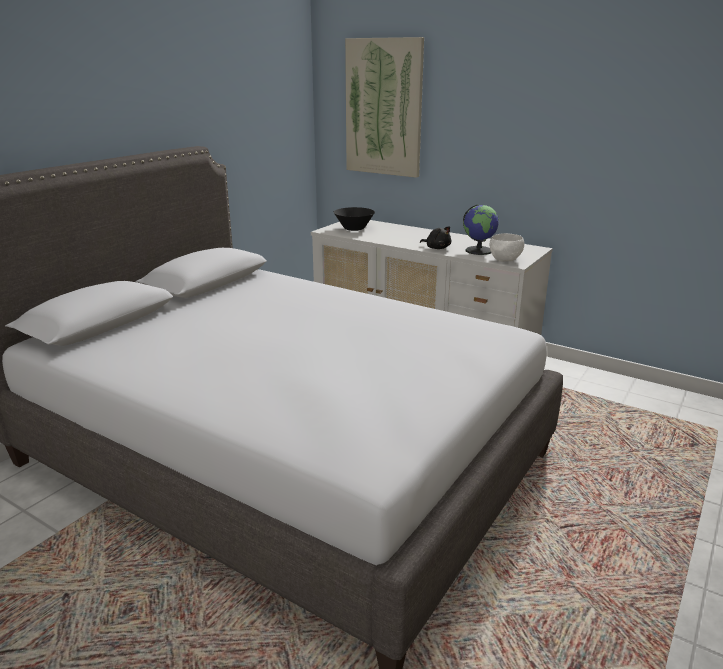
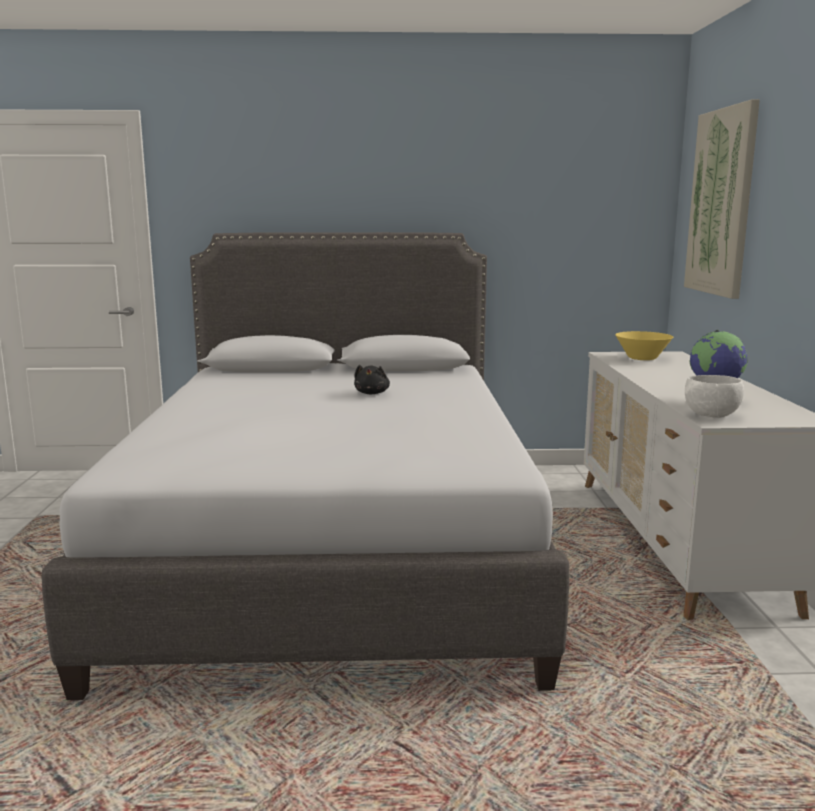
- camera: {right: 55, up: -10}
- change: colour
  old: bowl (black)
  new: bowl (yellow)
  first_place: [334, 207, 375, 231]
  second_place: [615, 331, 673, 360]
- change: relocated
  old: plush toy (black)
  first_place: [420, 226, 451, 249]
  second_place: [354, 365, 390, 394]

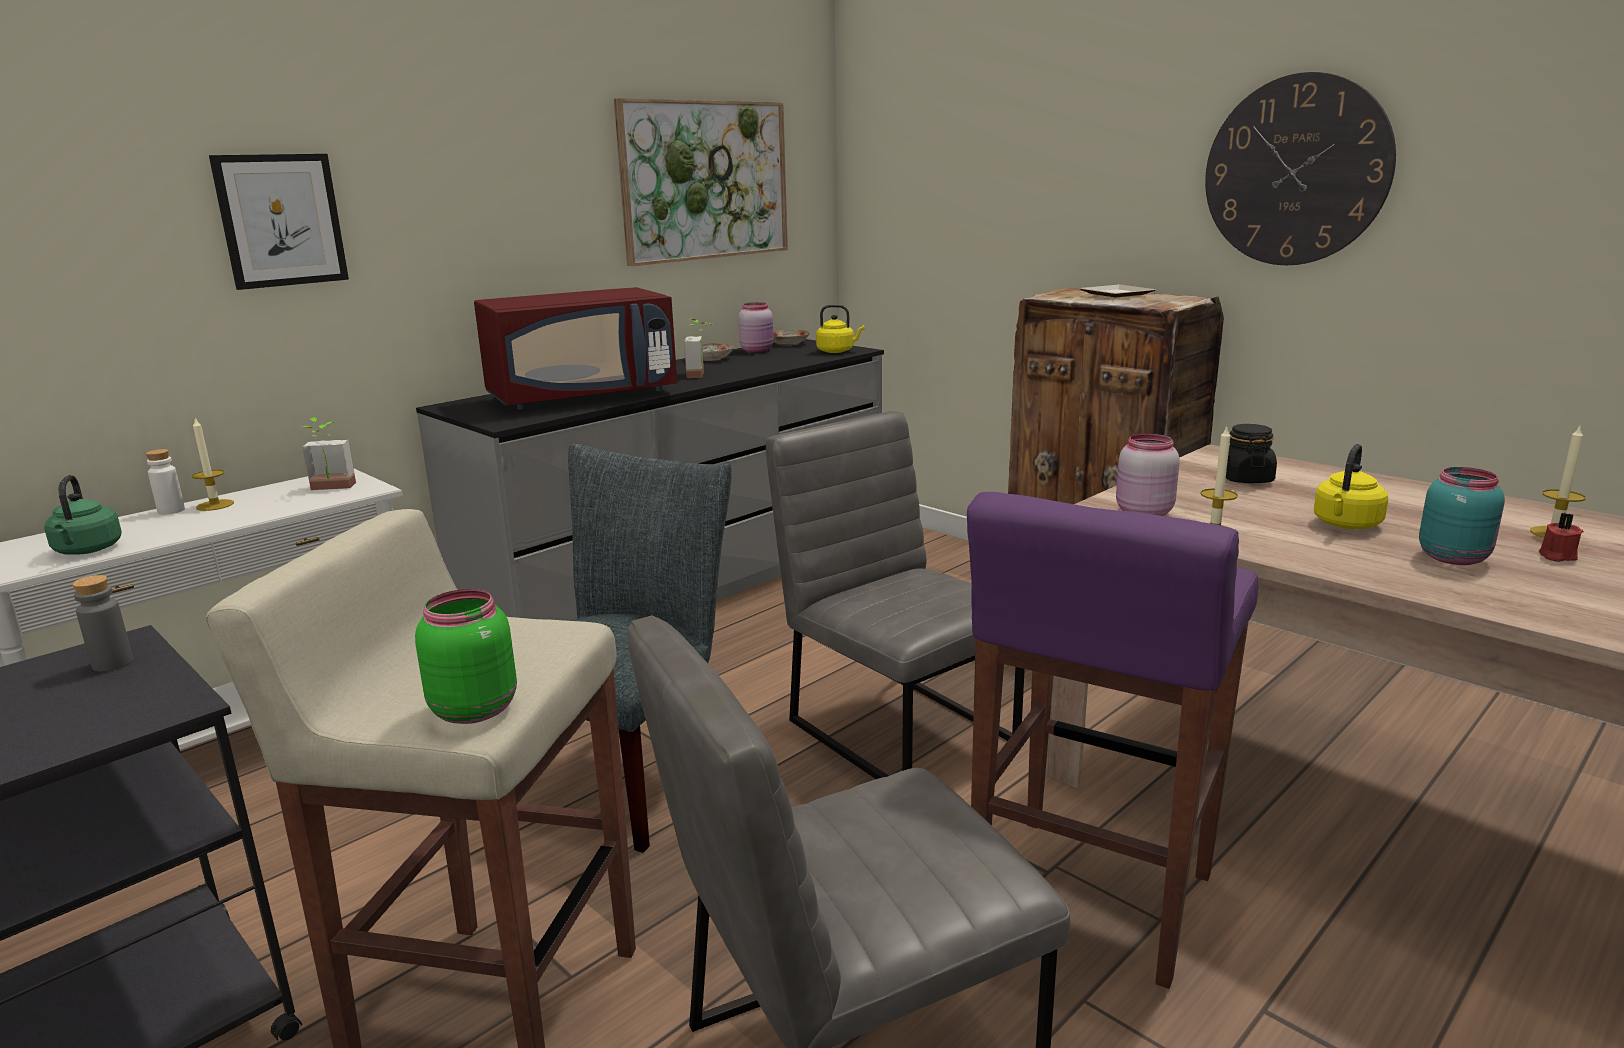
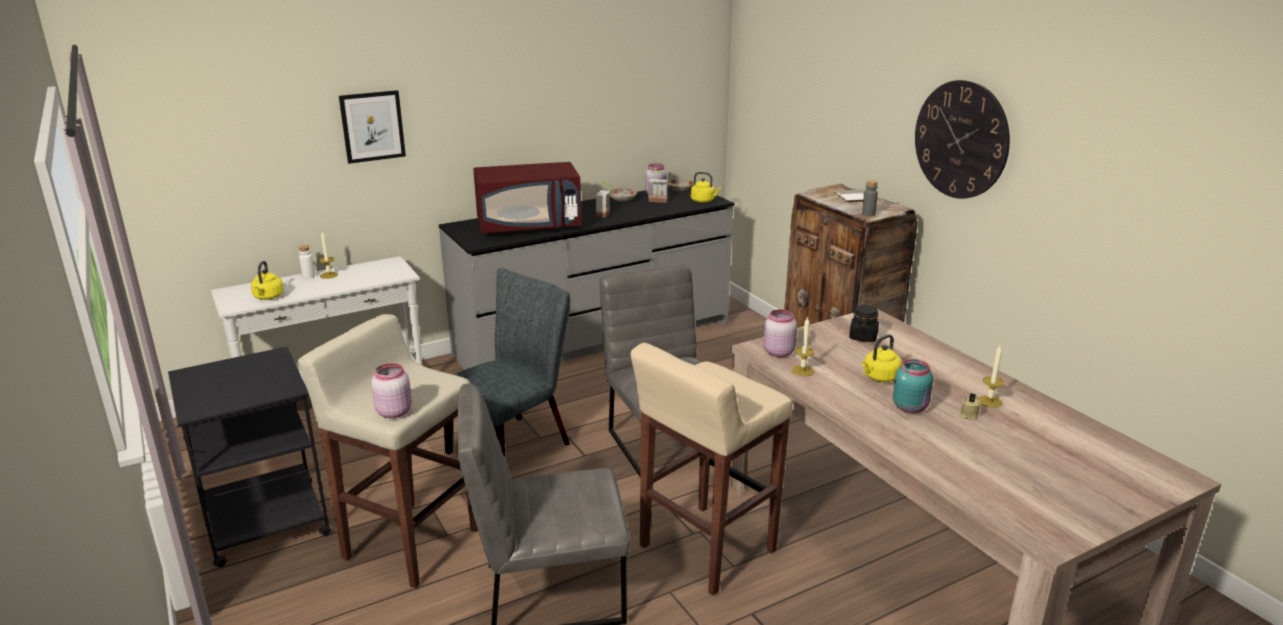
- camera: {right: 15, up: 5}
- change: colour
  old: kettle (green)
  new: kettle (yellow)
  first_place: [44, 475, 122, 555]
  second_place: [251, 261, 284, 300]
- change: relocated
  old: bottle (grey)
  first_place: [72, 575, 133, 672]
  second_place: [862, 180, 878, 216]
- change: relocated
  old: potted plant
  first_place: [302, 418, 356, 490]
  second_place: [649, 168, 668, 203]
- change: colour
  old: jar (green)
  new: jar (pink)
  first_place: [415, 589, 517, 724]
  second_place: [371, 363, 412, 418]
- change: missing
  old: picture
  first_place: [614, 98, 788, 266]
- change: colour
  old: stool (purple)
  new: stool (beige)
  first_place: [967, 492, 1258, 989]
  second_place: [631, 343, 793, 596]
- change: colour
  old: candle (red)
  new: candle (beige)
  first_place: [1538, 513, 1584, 562]
  second_place: [960, 394, 981, 420]

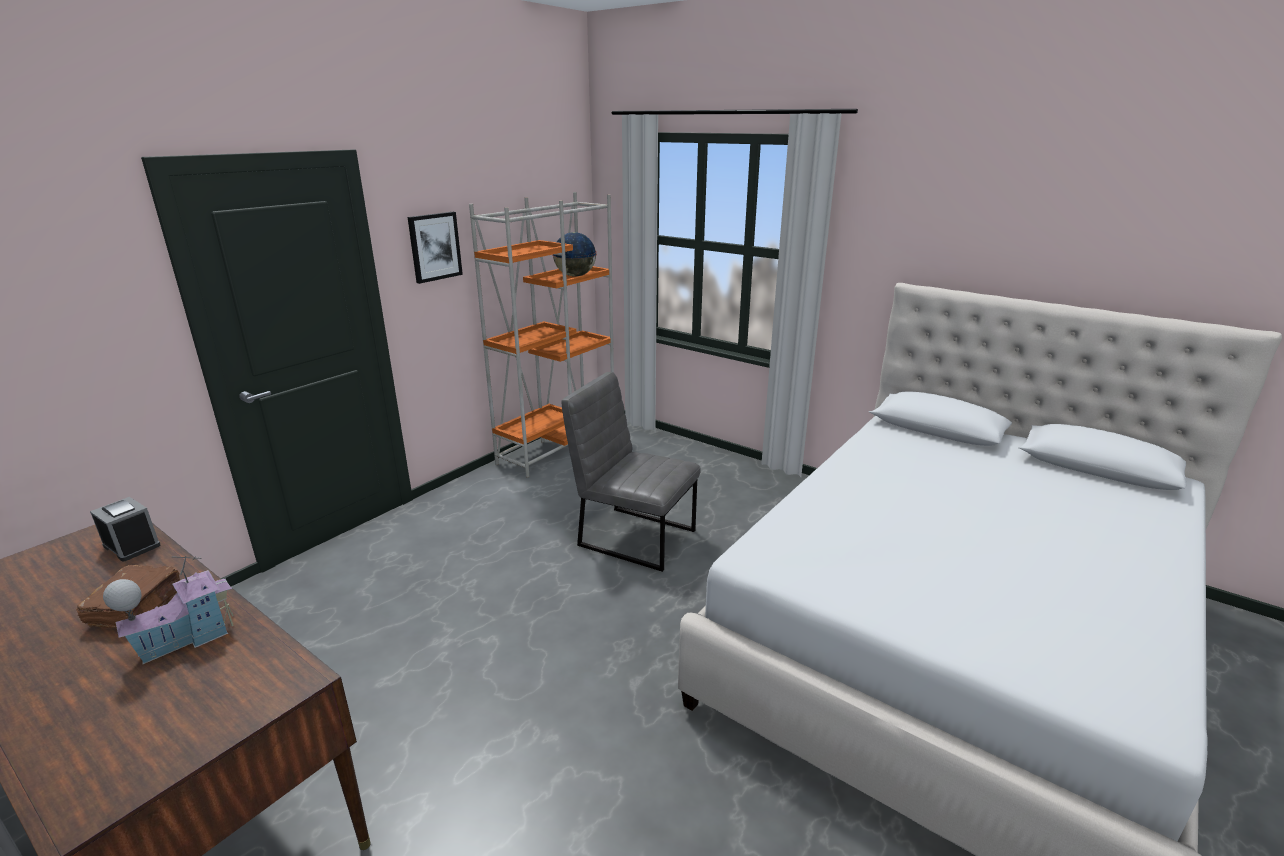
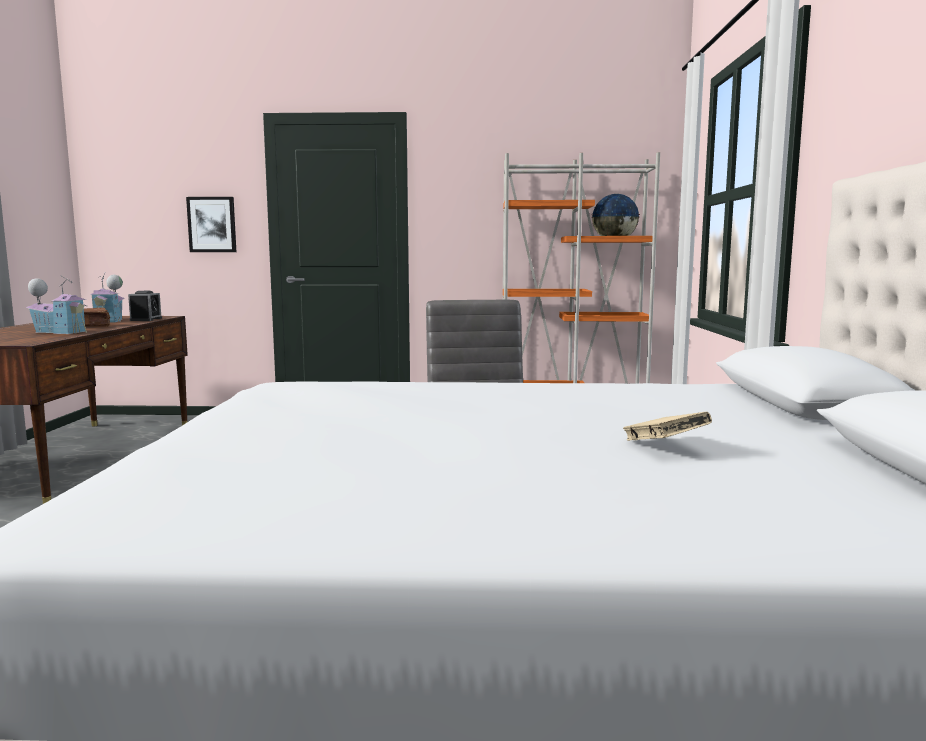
- camera: {right: 55, up: -15}
- change: relocated
  old: picture
  first_place: [408, 212, 463, 284]
  second_place: [186, 197, 236, 252]
- change: appeared
  new: toy house
  second_place: [90, 273, 125, 323]
- change: appeared
  new: book (beige)
  second_place: [623, 412, 712, 441]

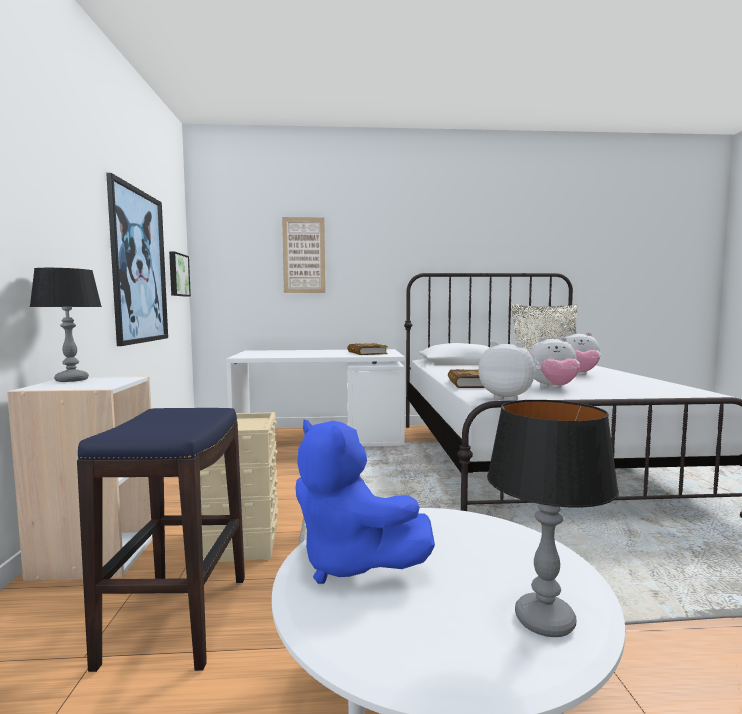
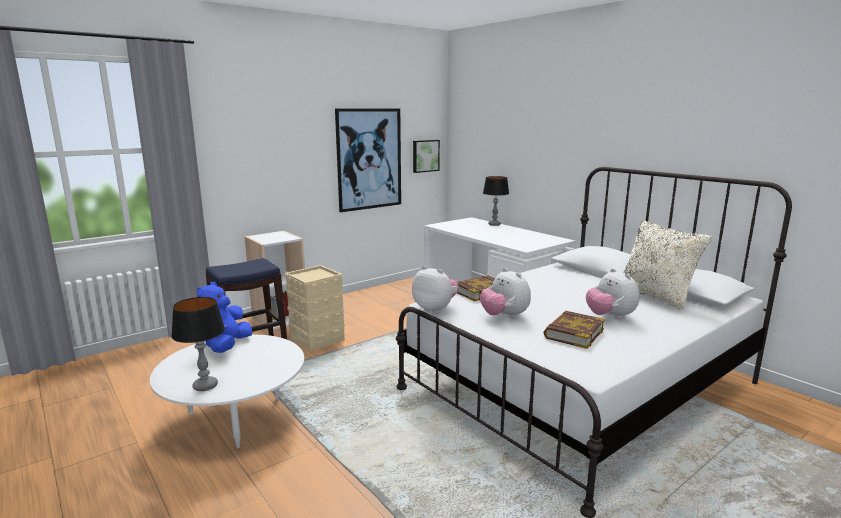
- camera: {right: 55, up: 10}
- change: relocated
  old: table lamp
  first_place: [29, 268, 102, 382]
  second_place: [483, 176, 509, 226]
- change: missing
  old: picture
  first_place: [282, 217, 325, 293]
- change: relocated
  old: book
  first_place: [347, 343, 388, 355]
  second_place: [544, 311, 605, 349]
- change: spun
  old: plush toy
  first_place: [478, 341, 535, 401]
  second_place: [412, 265, 459, 314]
  degrees: -45

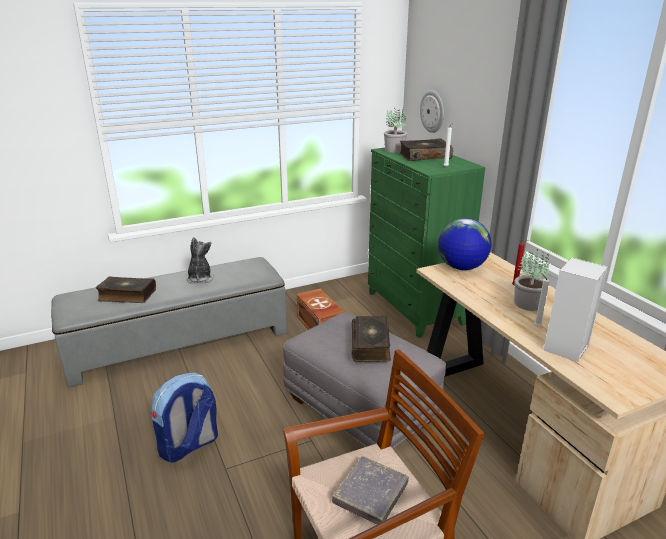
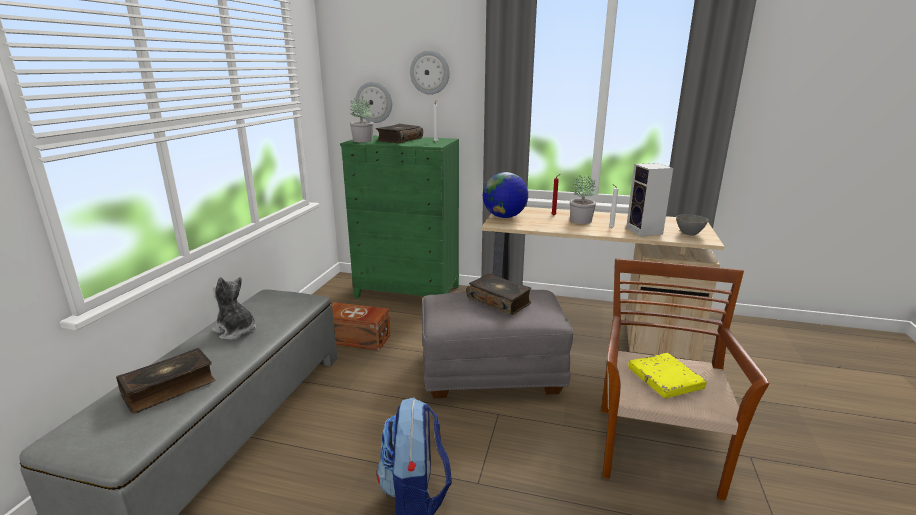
- camera: {right: -50, up: -5}
- change: colour
  old: book (grey)
  new: book (yellow)
  first_place: [332, 456, 409, 525]
  second_place: [628, 353, 707, 398]
- change: appeared
  new: wall clock
  second_place: [410, 50, 450, 95]
- change: appeared
  new: bowl (grey)
  second_place: [676, 214, 709, 236]

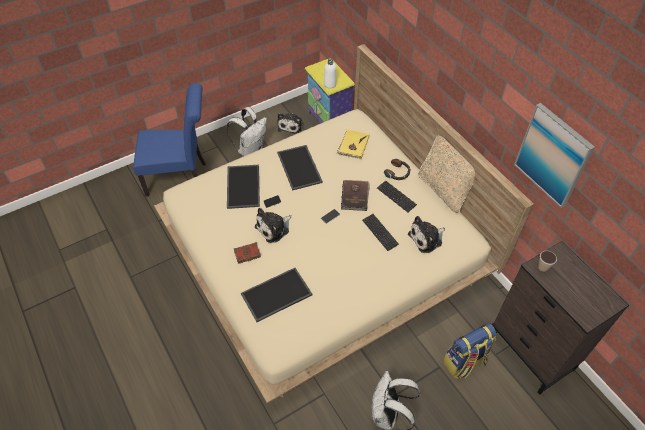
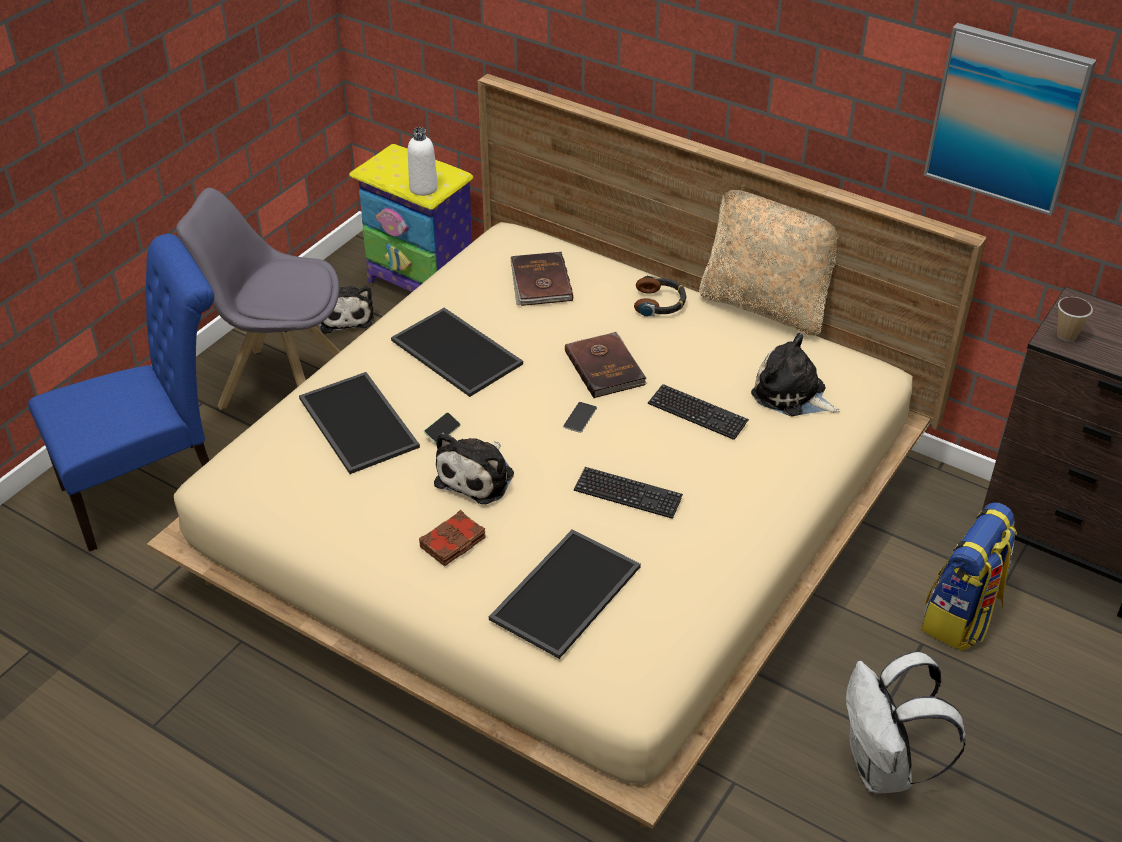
- camera: {right: -25, up: -10}
- change: exchanged
  old: backpack (white)
  new: chair (grey)
  first_place: [226, 107, 267, 156]
  second_place: [176, 188, 340, 410]
- change: colour
  old: book (yellow)
  new: book (brown)
  first_place: [337, 129, 369, 159]
  second_place: [510, 252, 573, 306]
- change: relocated
  old: keyboard
  first_place: [377, 181, 417, 212]
  second_place: [574, 467, 683, 519]
- change: spun
  old: plush toy
  first_place: [408, 216, 445, 253]
  second_place: [751, 333, 840, 416]
  degrees: 90

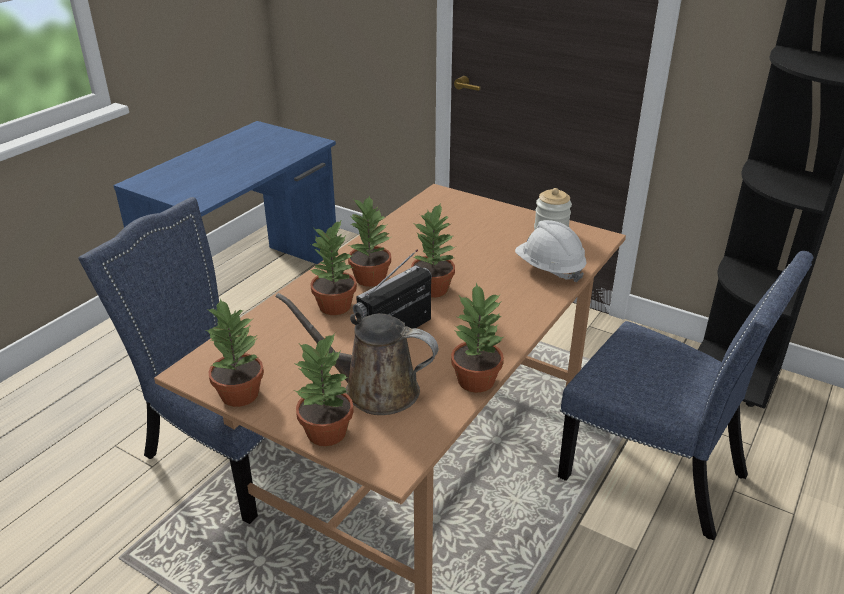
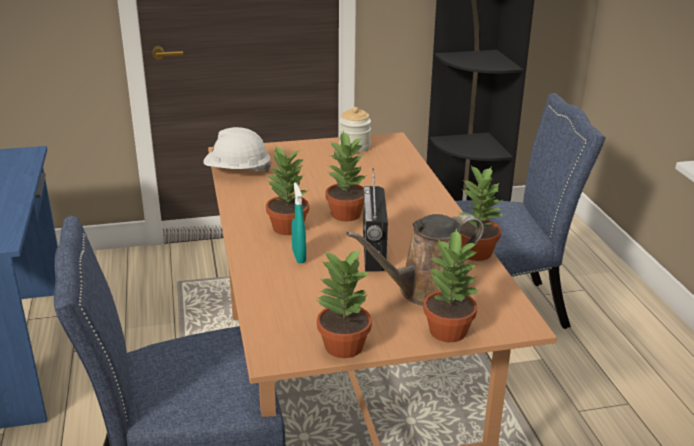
- camera: {right: -45, up: -5}
- change: exchanged
  old: potted plant
  new: spray bottle (turquoise)
  first_place: [310, 219, 357, 315]
  second_place: [292, 183, 306, 263]
- change: relocated
  old: hard hat (white)
  first_place: [515, 220, 586, 282]
  second_place: [203, 127, 272, 172]

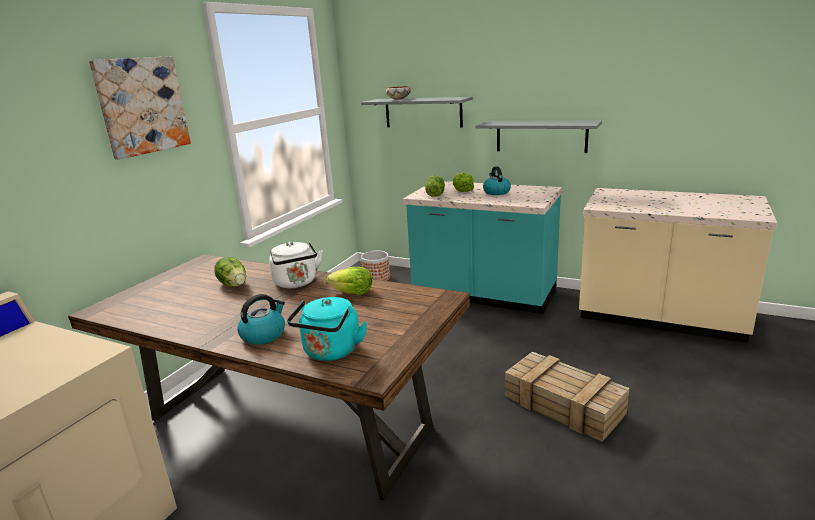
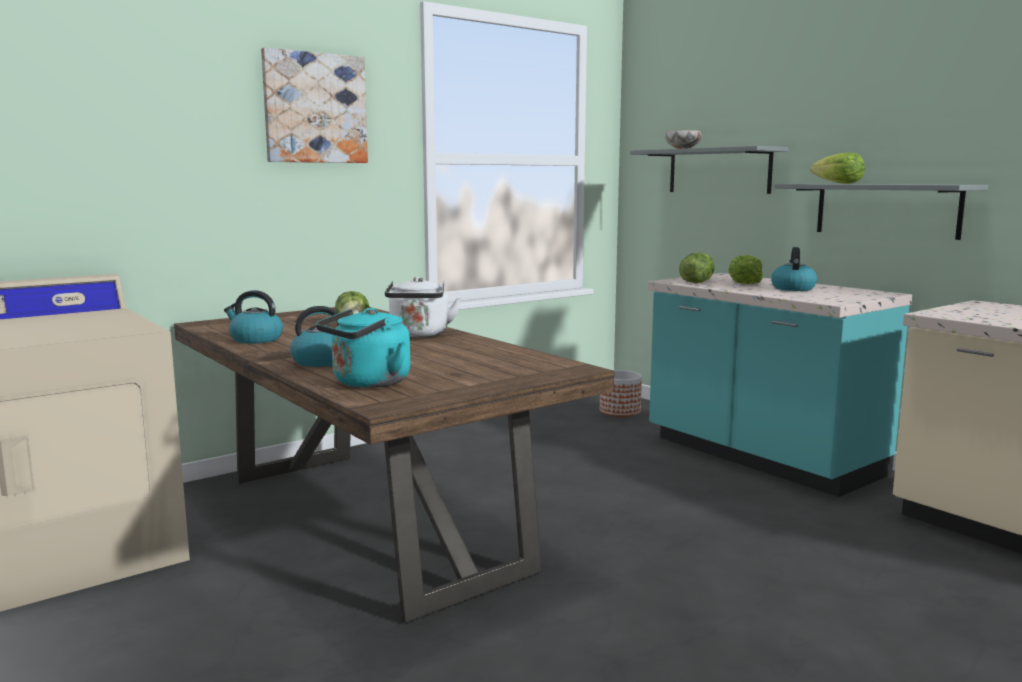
- camera: {right: 25, up: -10}
- change: relocated
  old: lettuce
  first_place: [326, 267, 372, 295]
  second_place: [810, 153, 865, 184]
- change: missing
  old: crate
  first_place: [505, 352, 629, 442]
- change: appeared
  new: kettle
  second_place: [224, 290, 283, 343]

